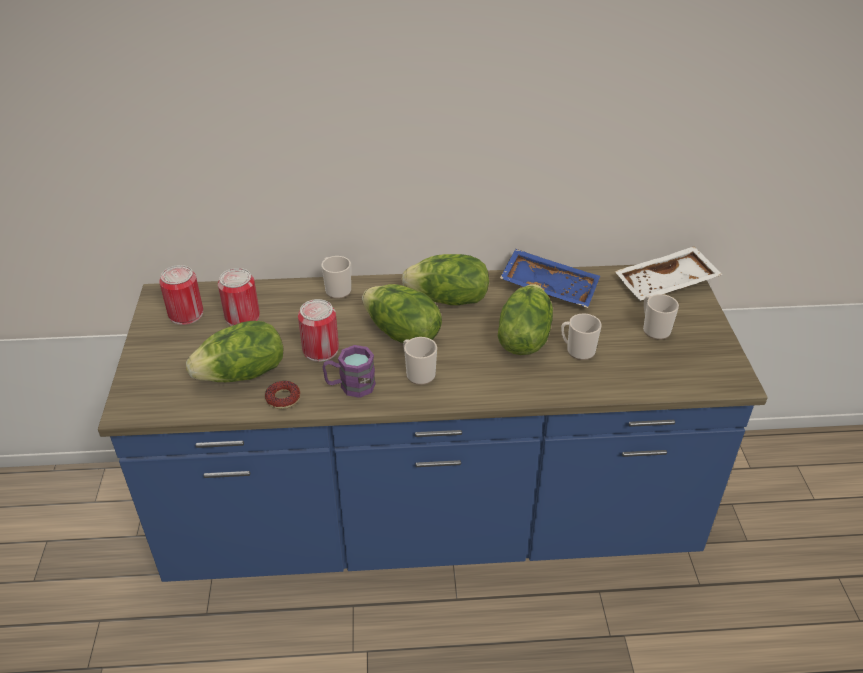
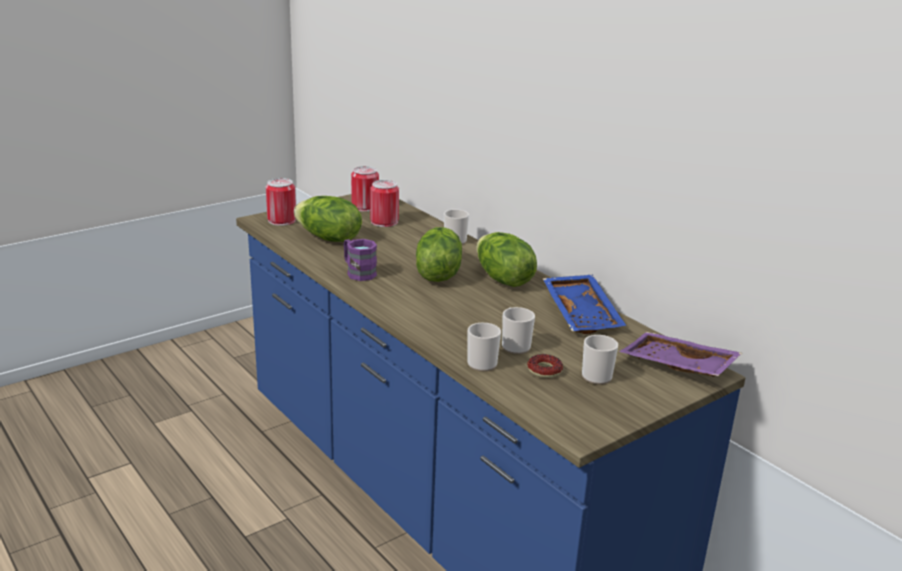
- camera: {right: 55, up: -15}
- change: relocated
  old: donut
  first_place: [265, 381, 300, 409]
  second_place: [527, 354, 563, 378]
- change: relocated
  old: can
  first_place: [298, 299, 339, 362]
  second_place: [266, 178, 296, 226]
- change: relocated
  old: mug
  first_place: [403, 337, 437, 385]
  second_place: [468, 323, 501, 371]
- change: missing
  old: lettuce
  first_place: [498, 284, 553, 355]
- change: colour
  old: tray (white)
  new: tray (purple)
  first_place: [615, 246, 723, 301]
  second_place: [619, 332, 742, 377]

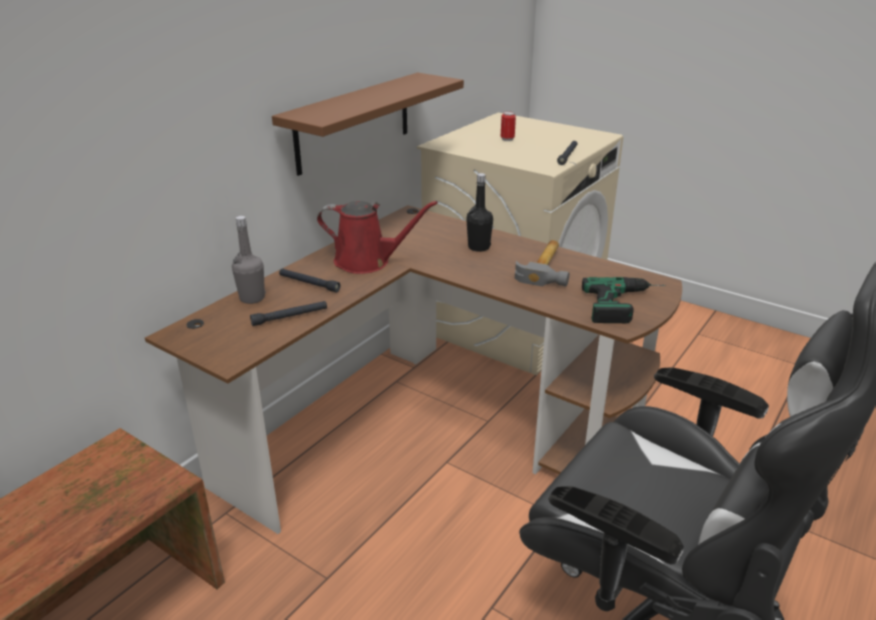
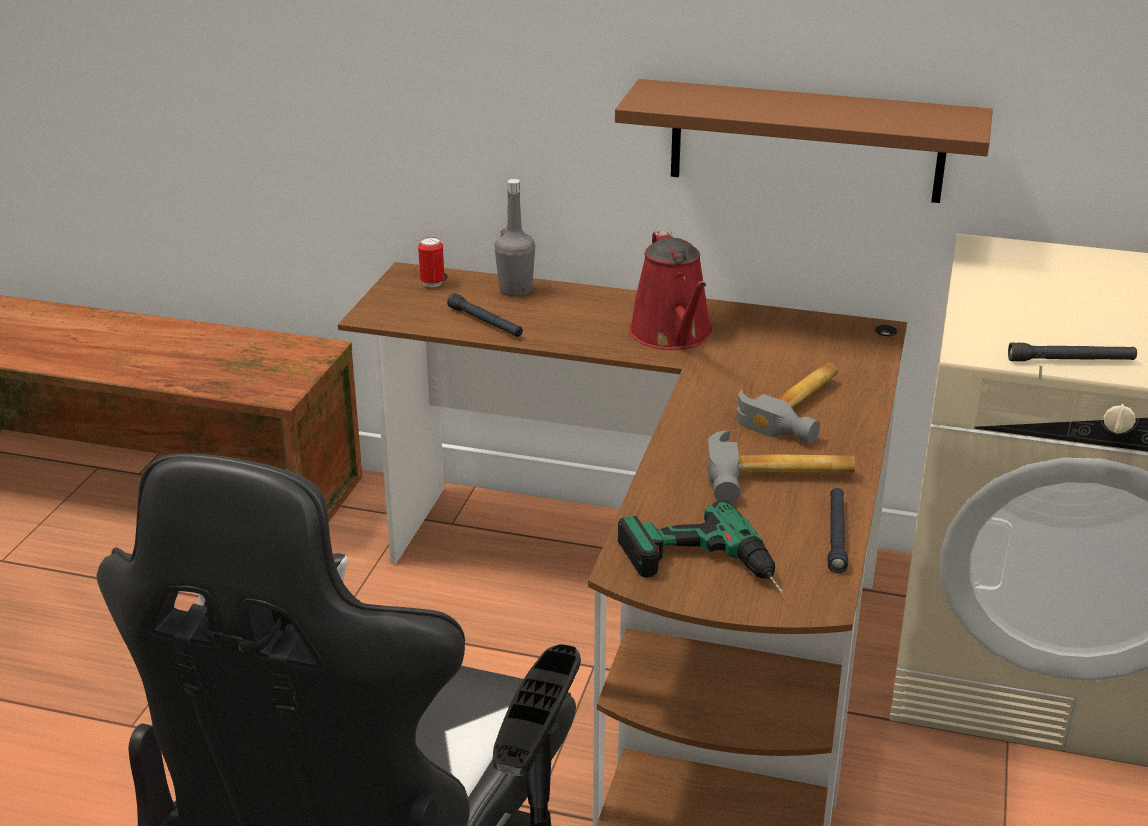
- camera: {right: 70, up: 0}
- change: relocated
  old: flashlight (black)
  first_place: [279, 268, 340, 292]
  second_place: [827, 488, 848, 573]
- change: exchanged
  old: bottle (black)
  new: hammer
  first_place: [466, 173, 493, 252]
  second_place: [736, 362, 838, 444]
- change: relocated
  old: can
  first_place: [501, 111, 516, 141]
  second_place: [418, 237, 444, 287]

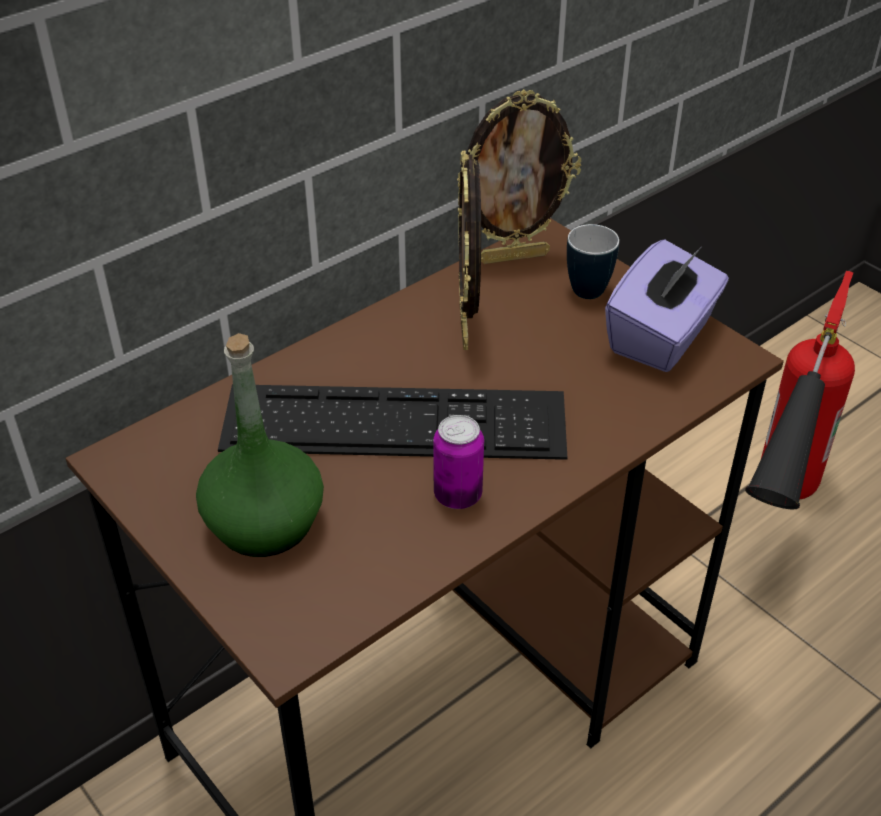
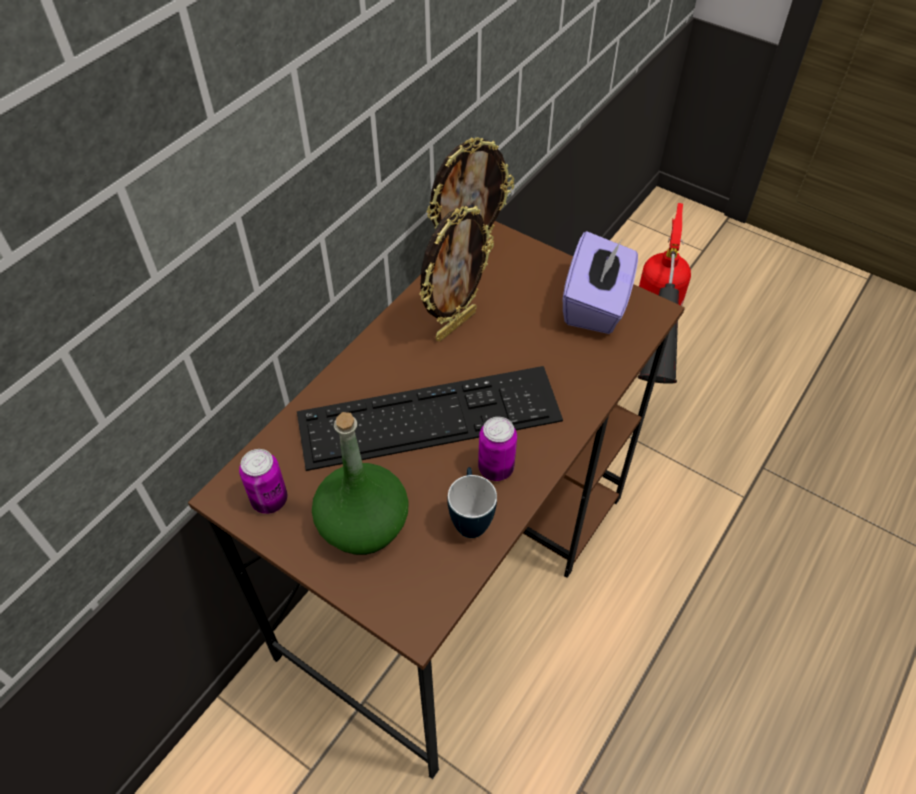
- camera: {right: -15, up: 10}
- change: spun
  old: picture frame
  first_place: [458, 151, 481, 350]
  second_place: [419, 205, 494, 341]
  degrees: -120
- change: relocated
  old: mug
  first_place: [567, 224, 619, 299]
  second_place: [448, 467, 497, 538]
- change: appeared
  new: can
  second_place: [239, 449, 288, 514]

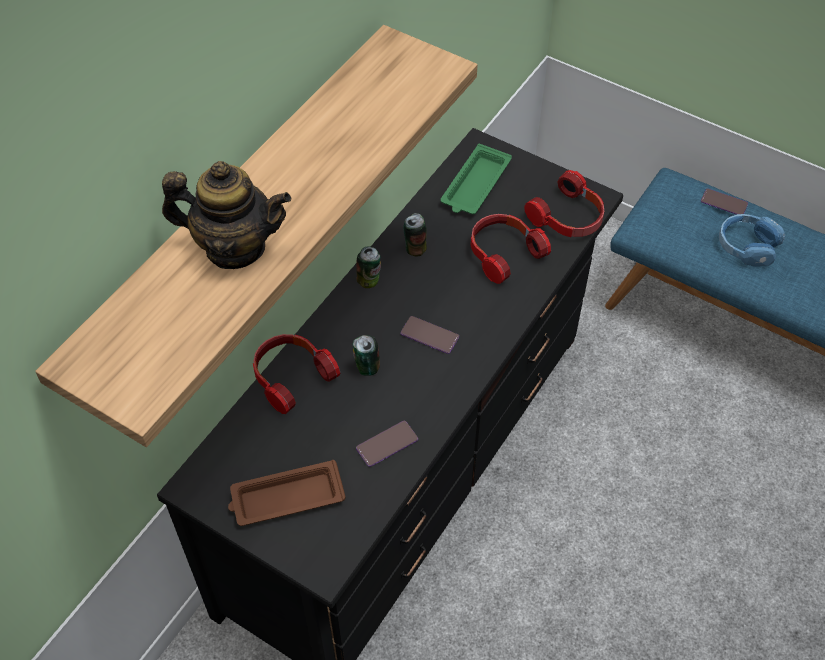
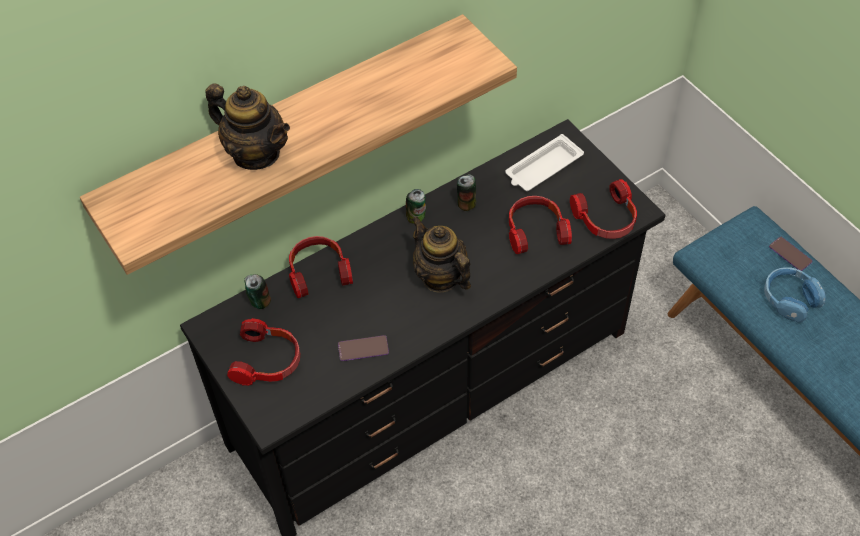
- camera: {right: 25, up: 0}
- change: exchanged
  old: tray (brown)
  new: headphones
  first_place: [228, 460, 346, 526]
  second_place: [227, 318, 300, 386]
- change: relocated
  old: can
  first_place: [353, 335, 380, 376]
  second_place: [244, 274, 271, 309]
- change: exchanged
  old: phone
  new: teapot
  first_place: [400, 316, 459, 354]
  second_place: [412, 216, 471, 292]
- change: colour
  old: tray (green)
  new: tray (white)
  first_place: [441, 144, 512, 214]
  second_place: [505, 134, 584, 191]

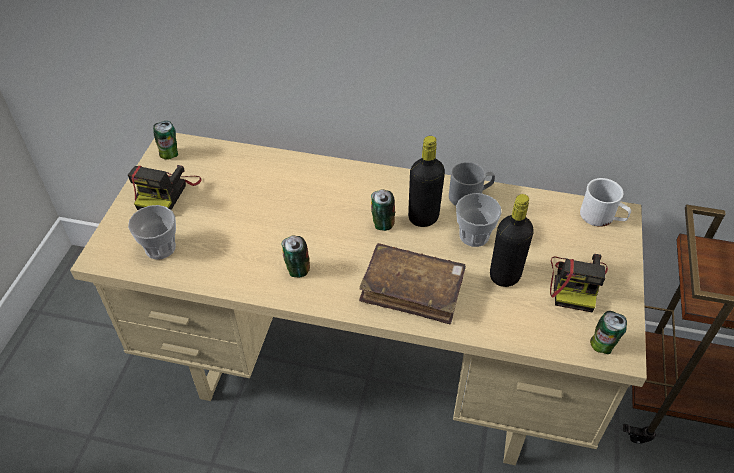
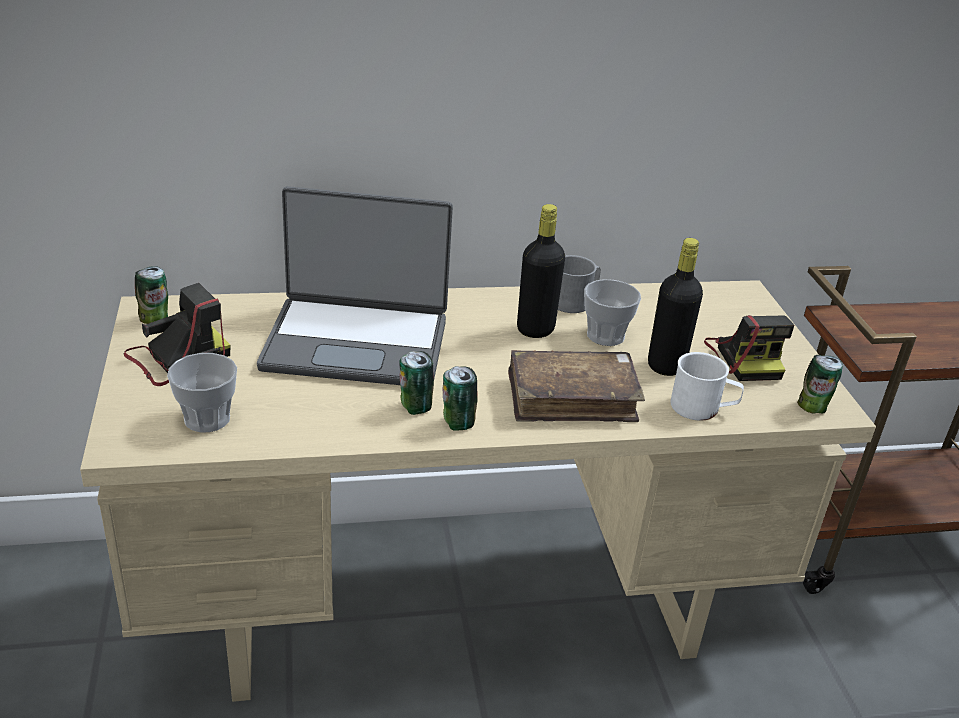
- camera: {right: -25, up: -15}
- change: spun
  old: photo camera
  first_place: [128, 165, 202, 210]
  second_place: [124, 283, 231, 386]
  degrees: -120
- change: relocated
  old: can
  first_place: [371, 189, 395, 231]
  second_place: [443, 366, 477, 431]
- change: relocated
  old: mug (white)
  first_place: [580, 178, 631, 227]
  second_place: [670, 352, 744, 420]
- change: appeared
  new: laptop
  second_place: [257, 186, 453, 385]

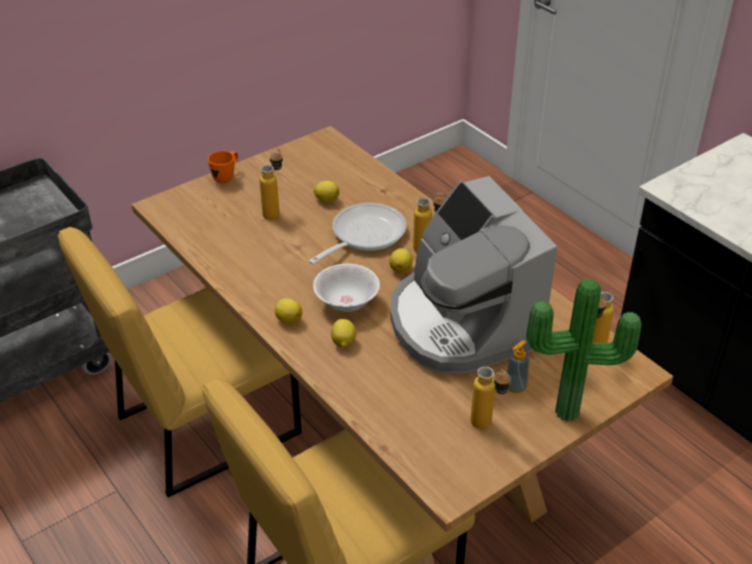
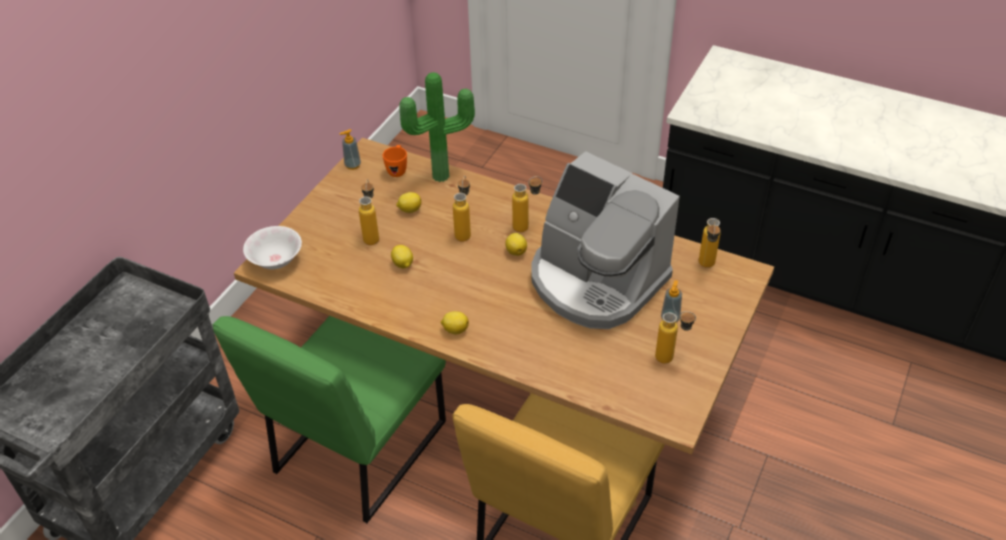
- camera: {right: -25, up: 5}
- change: colour
  old: chair (yellow)
  new: chair (green)
  first_place: [58, 227, 302, 497]
  second_place: [212, 316, 446, 523]
- change: relocated
  old: mug (orange)
  first_place: [208, 151, 238, 183]
  second_place: [383, 145, 407, 177]
- change: exchanged
  old: frying pan
  new: bottle
  first_place: [309, 203, 407, 264]
  second_place: [453, 176, 471, 242]
- change: relocated
  old: bowl (white)
  first_place: [313, 264, 380, 312]
  second_place: [243, 226, 302, 269]
- change: relocated
  old: lemon
  first_place: [331, 319, 356, 348]
  second_place: [391, 245, 413, 268]
- change: relocated
  old: potted plant
  first_place: [526, 279, 642, 422]
  second_place: [399, 72, 475, 182]
- change: appeared
  new: soap dispenser
  second_place: [340, 129, 361, 170]

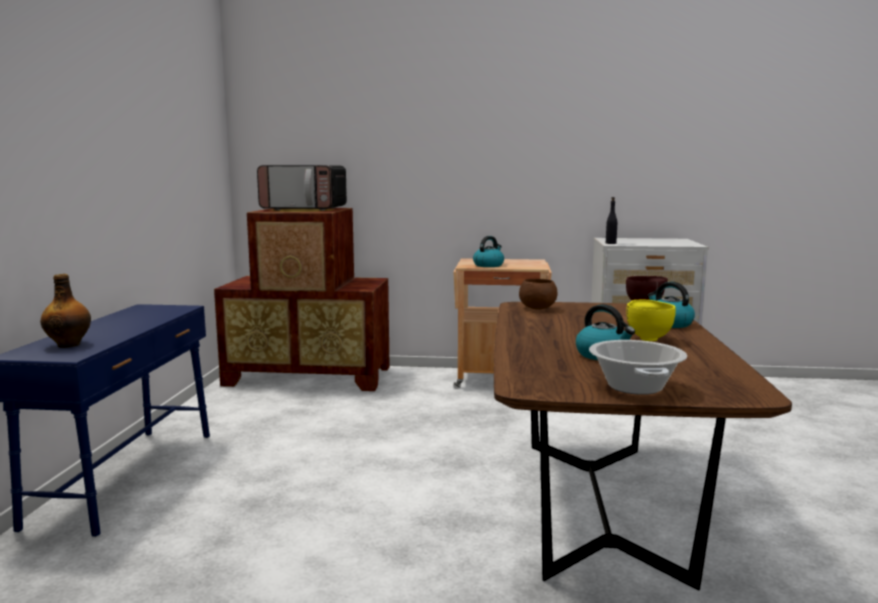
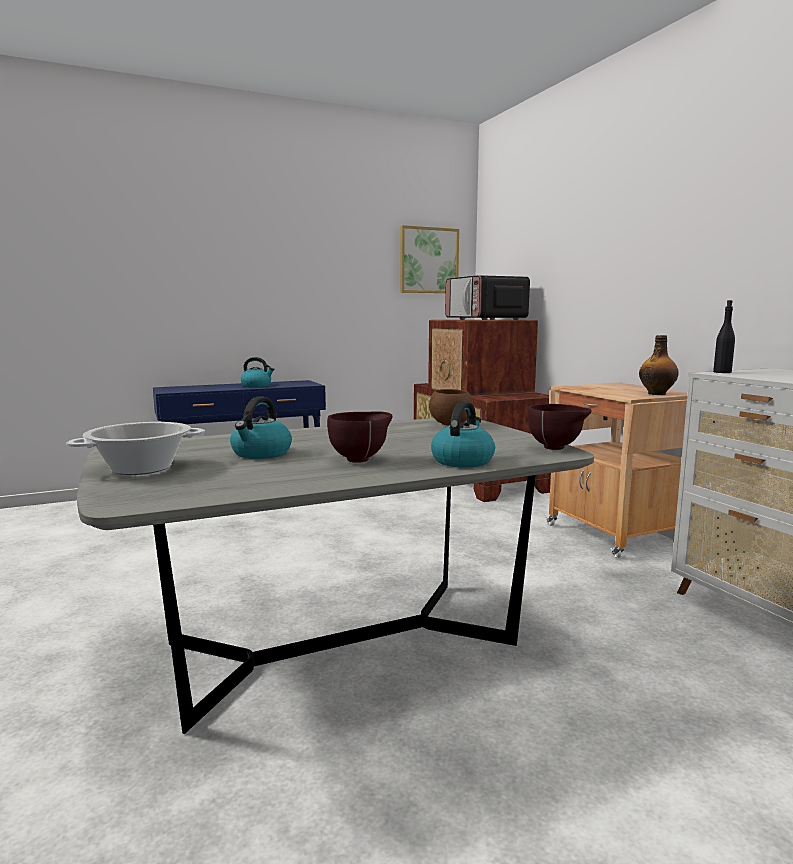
- camera: {right: 60, up: 0}
- change: relocated
  old: bottle
  first_place: [40, 274, 91, 348]
  second_place: [639, 335, 679, 395]
- change: relocated
  old: kettle
  first_place: [473, 236, 504, 267]
  second_place: [241, 357, 274, 387]
- change: colour
  old: dining table (brown)
  new: dining table (grey)
  first_place: [494, 302, 792, 590]
  second_place: [77, 418, 594, 734]
- change: colour
  old: bowl (yellow)
  new: bowl (brown)
  first_place: [626, 300, 676, 341]
  second_place: [327, 411, 392, 463]
- change: appeared
  new: picture
  second_place: [400, 225, 459, 293]

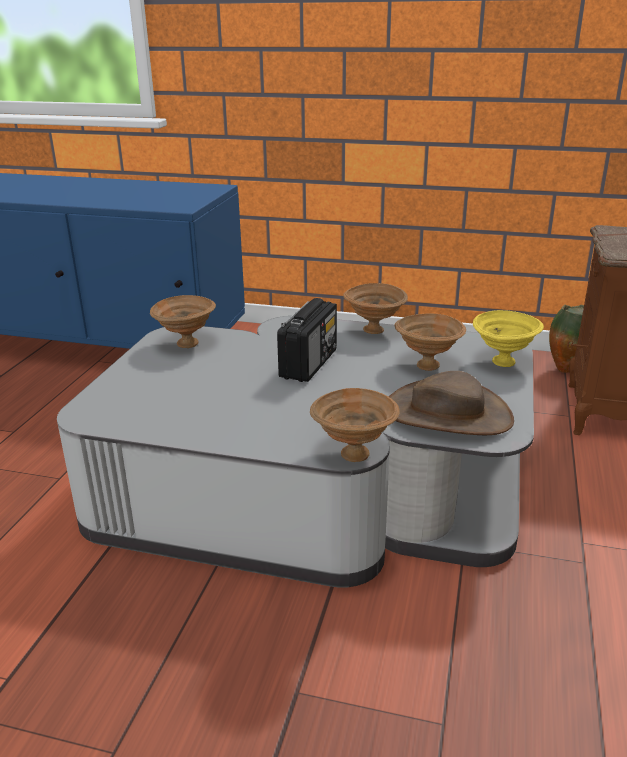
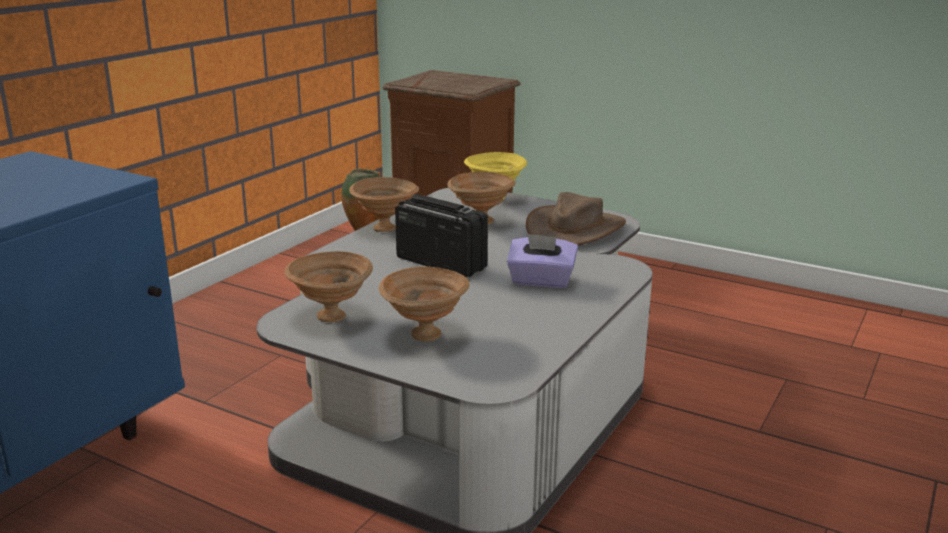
- camera: {right: -75, up: -5}
- change: relocated
  old: bowl (brown)
  first_place: [310, 388, 399, 462]
  second_place: [379, 267, 470, 342]
- change: appeared
  new: tissue box (purple)
  second_place: [507, 234, 578, 288]

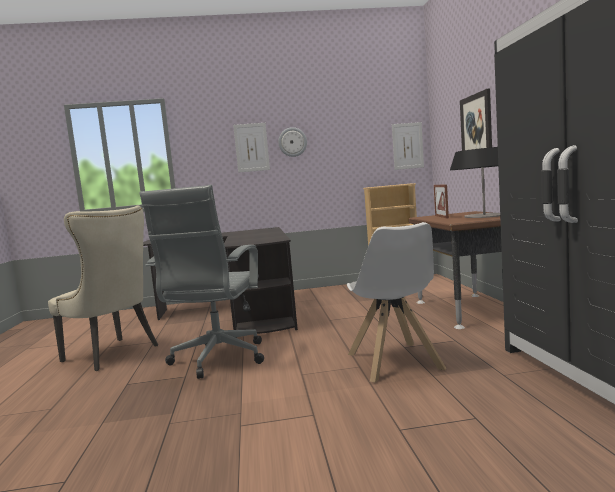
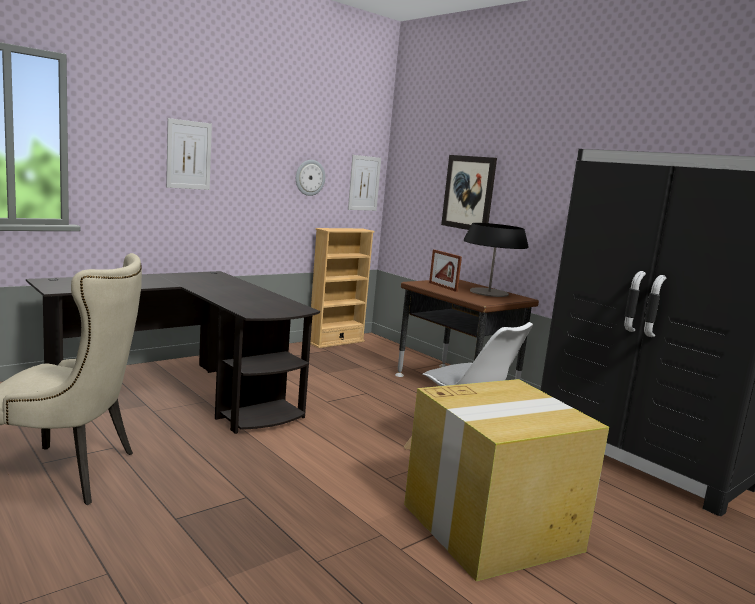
- camera: {right: -35, up: 5}
- change: missing
  old: office chair (grey)
  first_place: [140, 185, 264, 379]
- change: relocated
  old: wall clock
  first_place: [278, 127, 307, 157]
  second_place: [296, 160, 325, 196]
- change: appeared
  new: cardboard box
  second_place: [404, 379, 609, 581]

